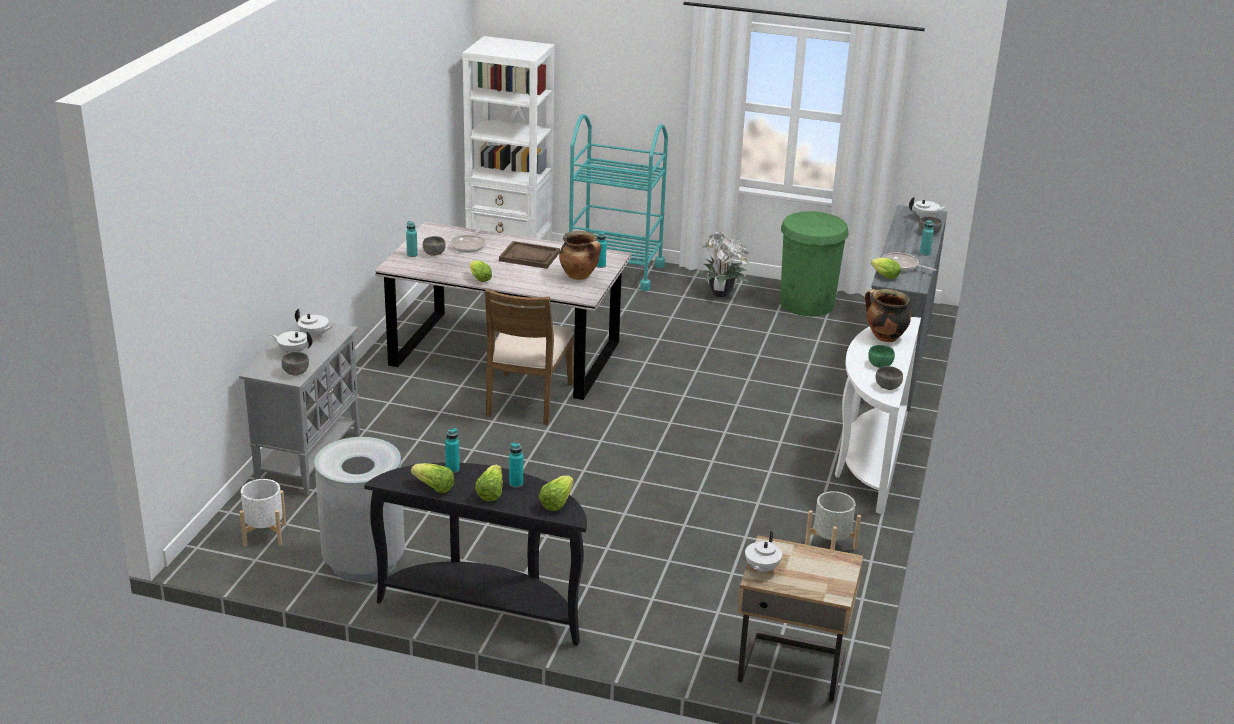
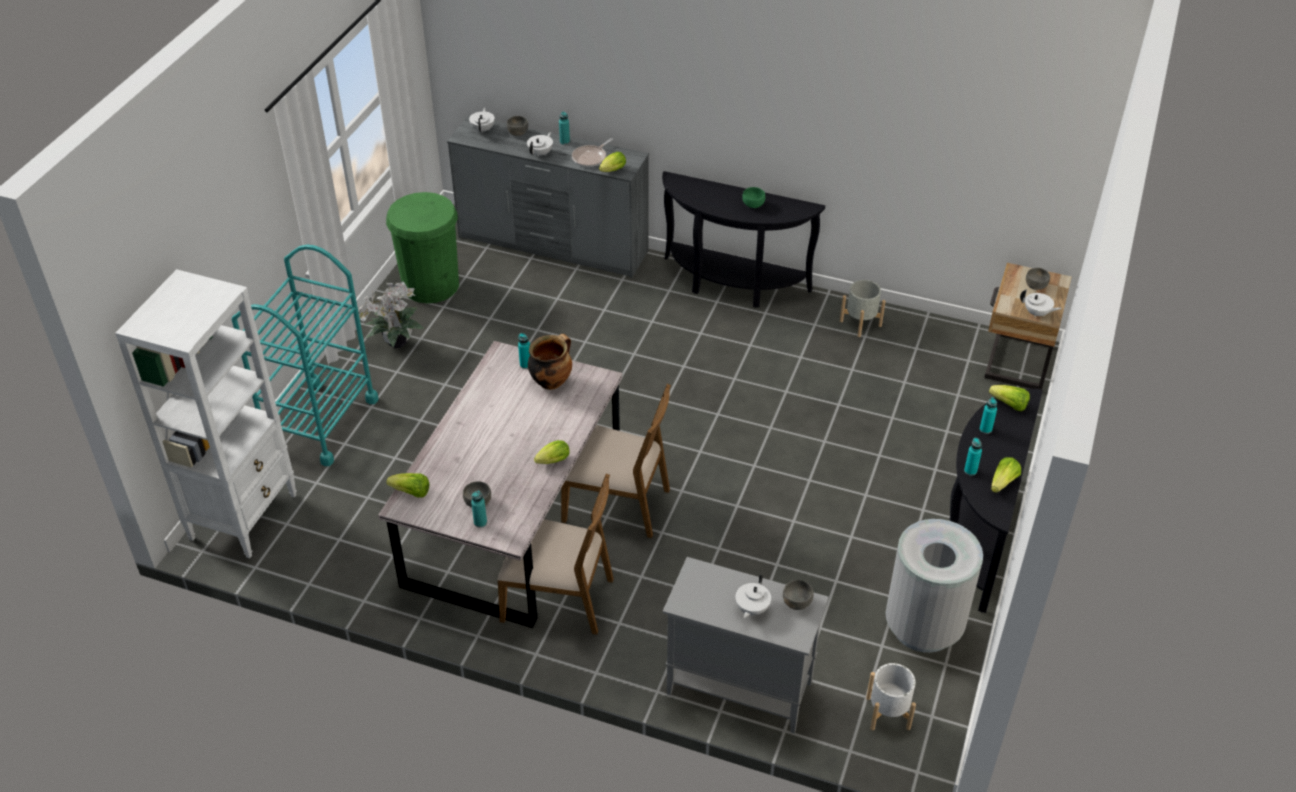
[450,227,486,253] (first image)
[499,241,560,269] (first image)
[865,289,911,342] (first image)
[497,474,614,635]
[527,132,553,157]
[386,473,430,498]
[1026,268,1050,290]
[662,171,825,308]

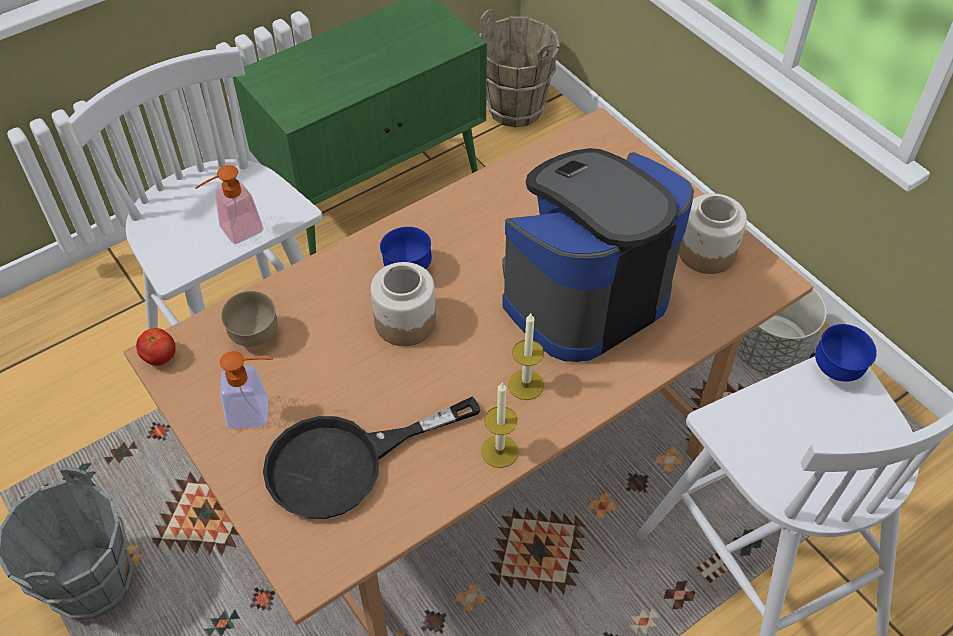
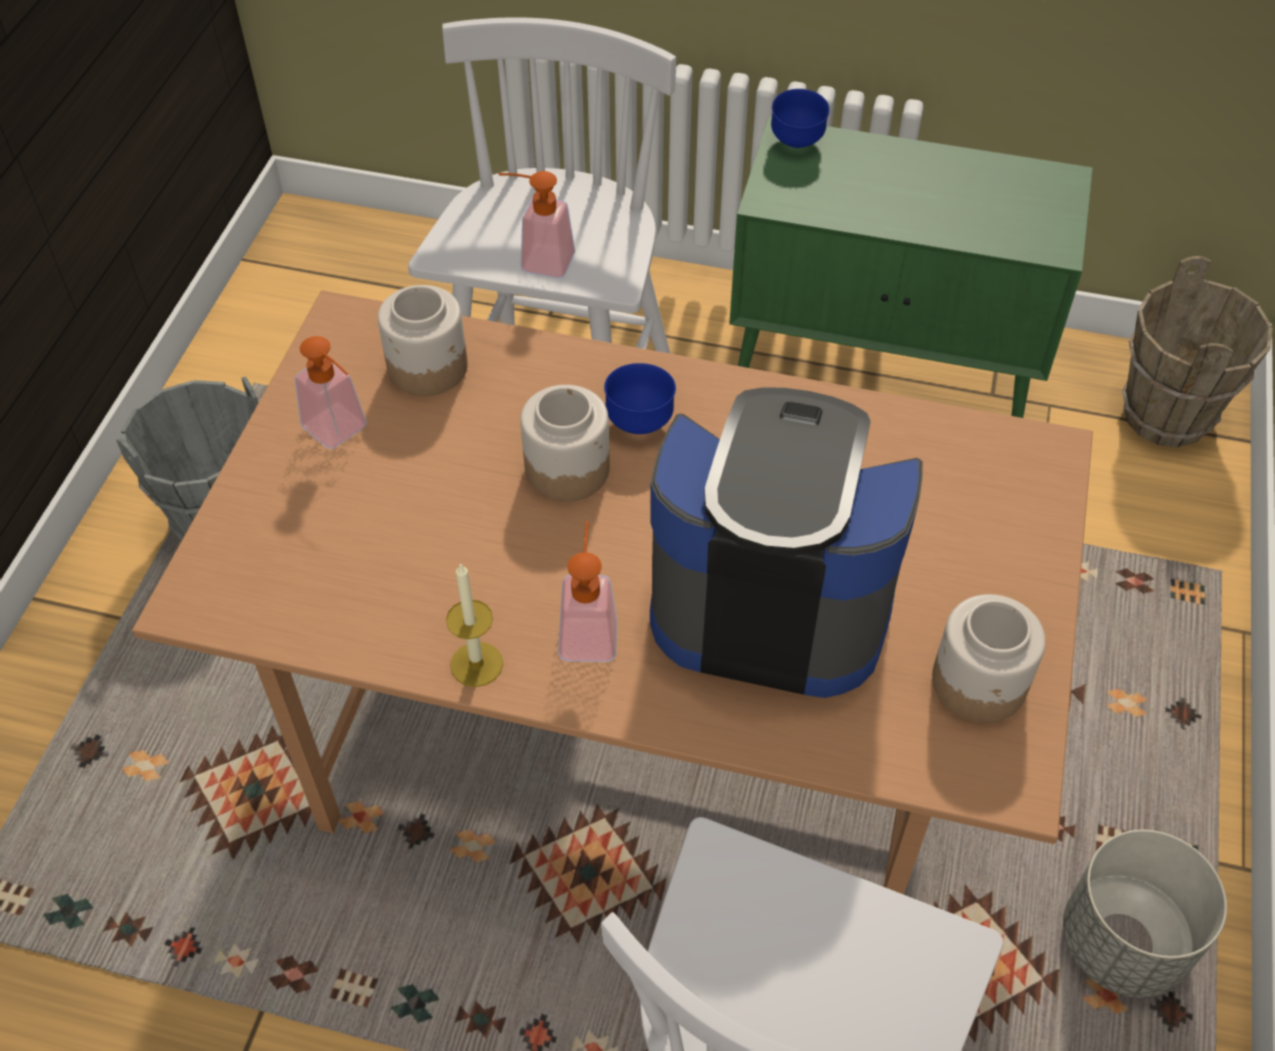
[136,328,176,366] (first image)
[263,396,481,519] (first image)
[771,89,830,148]
[378,285,468,396]
[558,521,617,662]

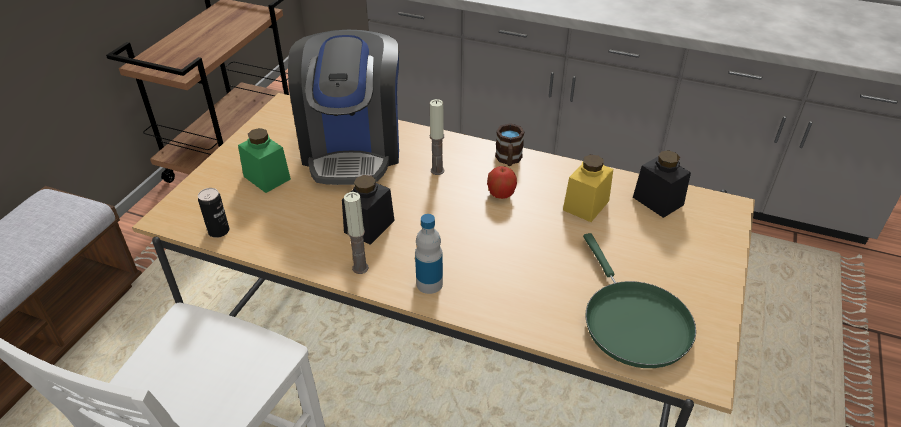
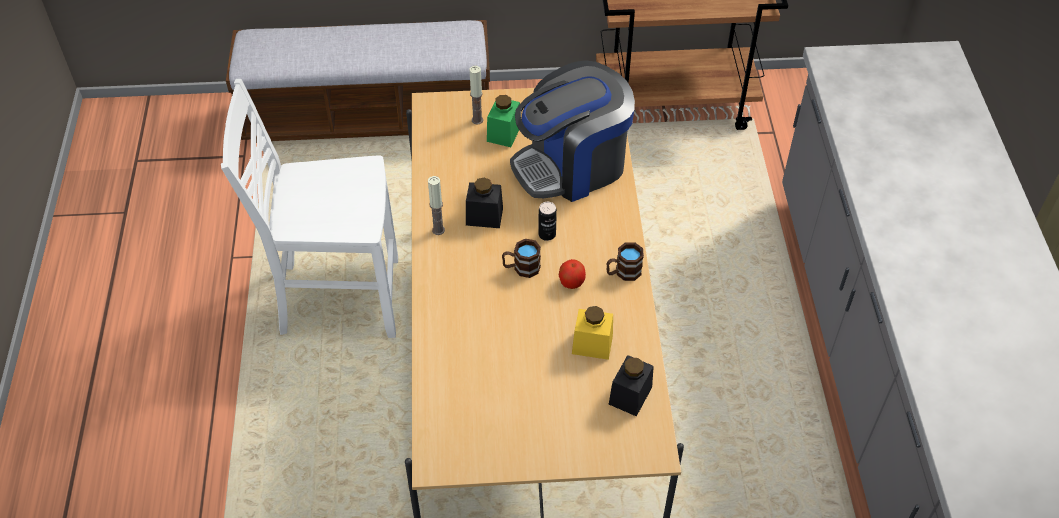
[415,214,443,294] (first image)
[583,233,696,368] (first image)
[502,239,541,278]
[538,202,557,241]
[470,66,483,124]

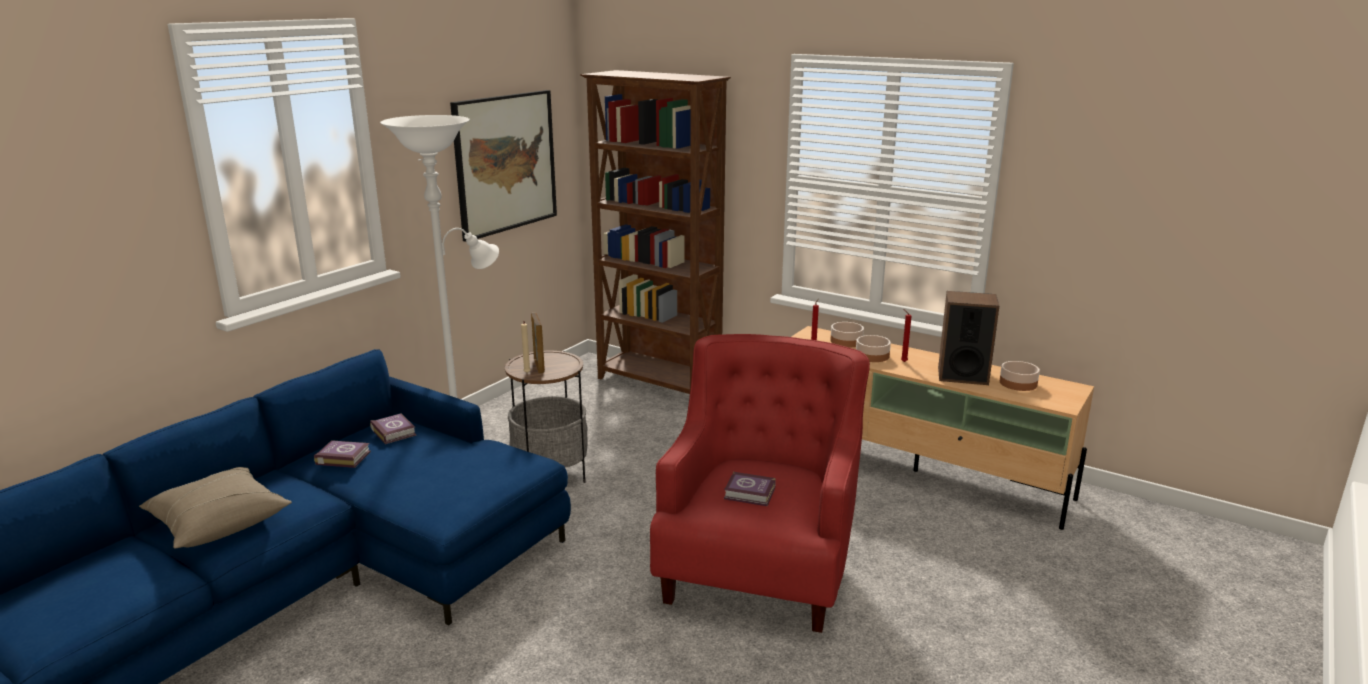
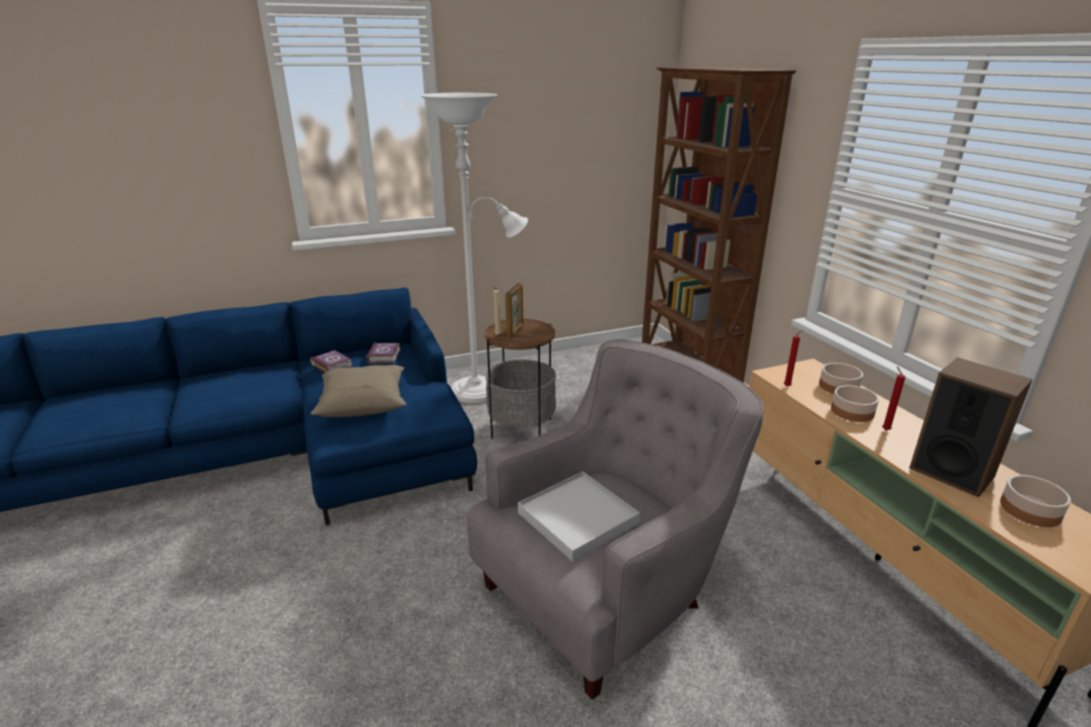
[450,90,557,242] (first image)
[310,365,406,417]
[518,472,640,562]
[467,339,763,700]

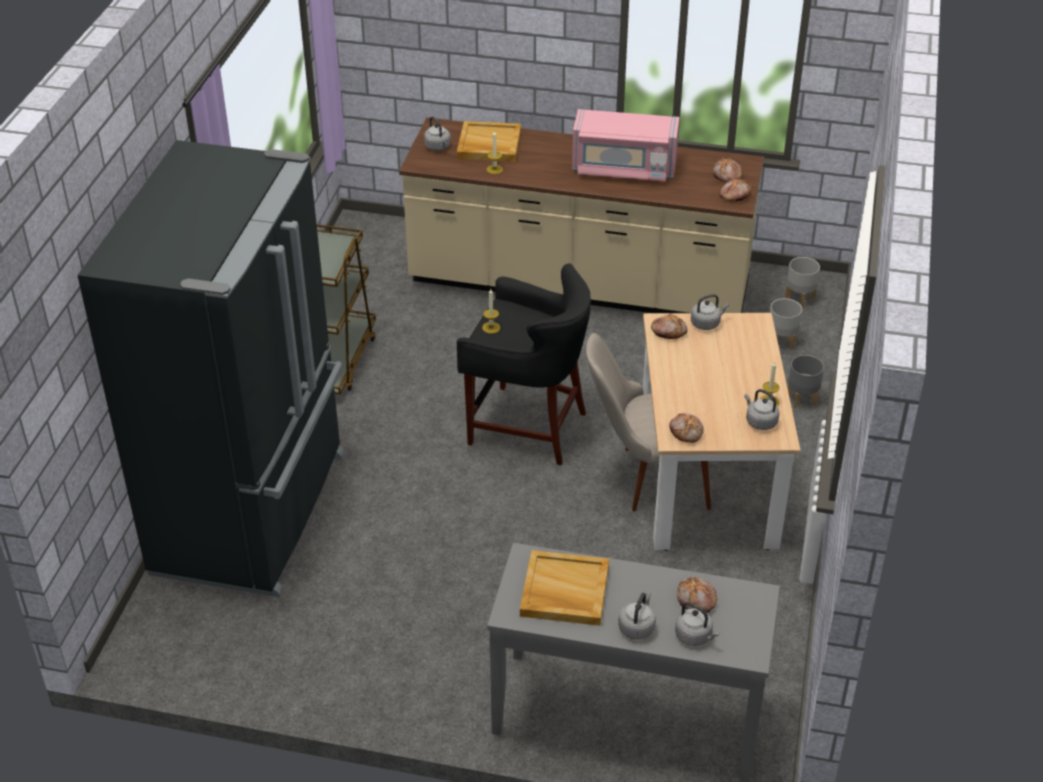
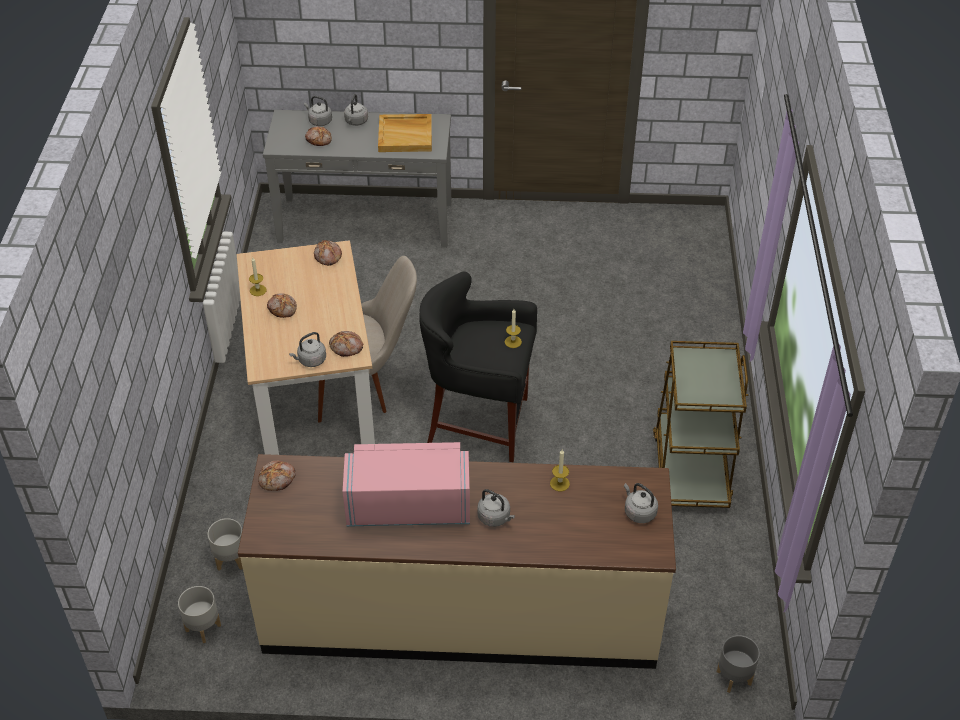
[77,140,345,597] (first image)
[457,121,521,162] (first image)
[267,293,297,318]
[477,489,515,527]
[717,635,760,693]

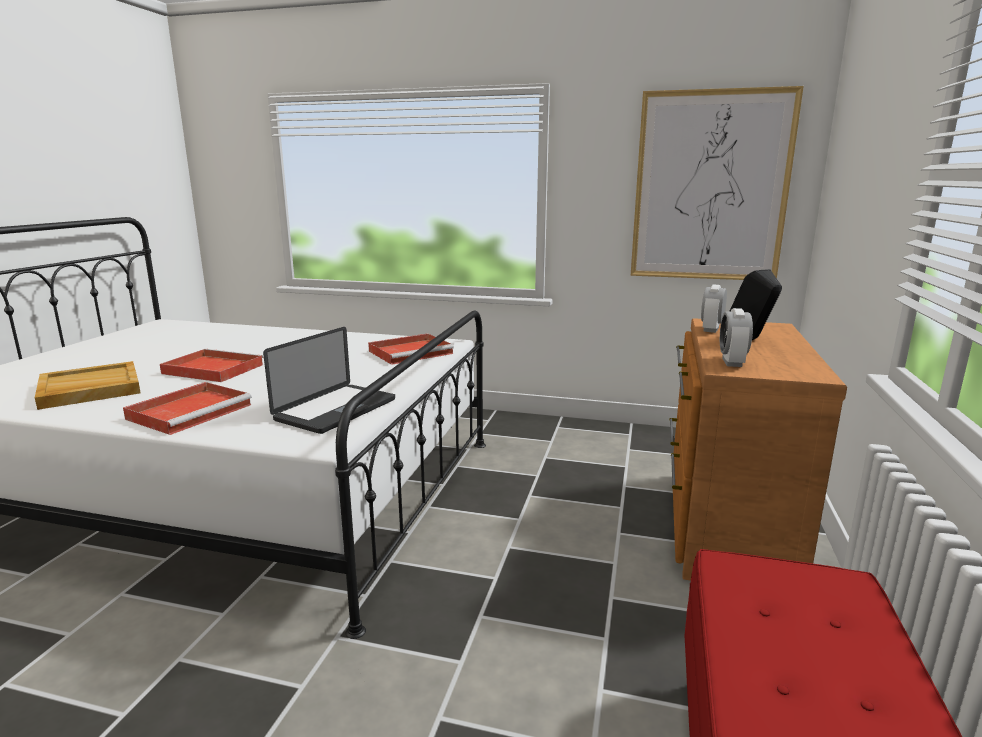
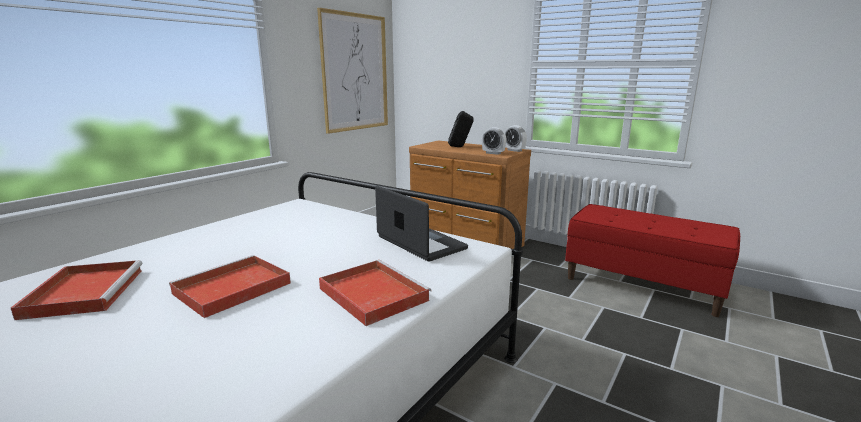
[35,361,141,410] (first image)
[11,260,143,320]
[505,125,527,152]

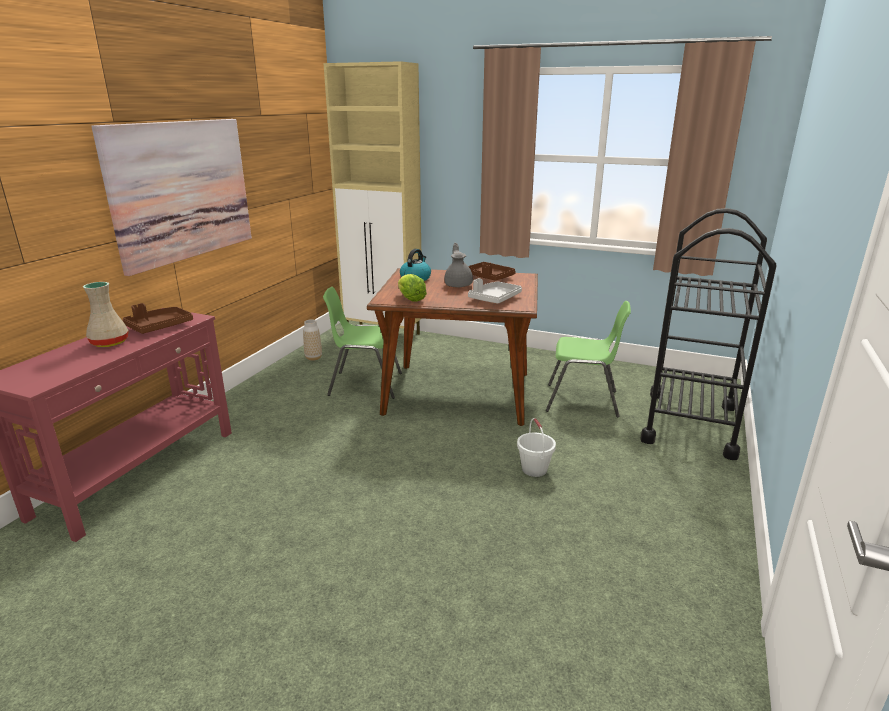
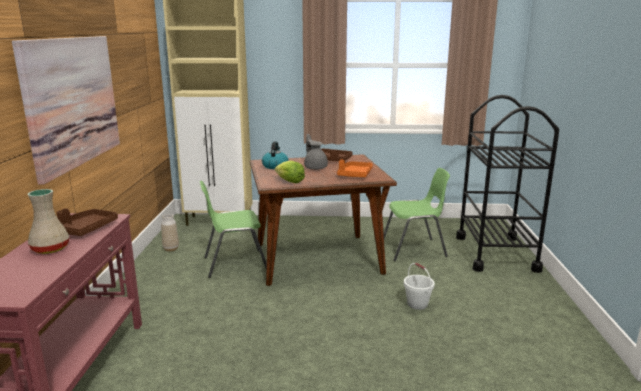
[337,160,373,177]

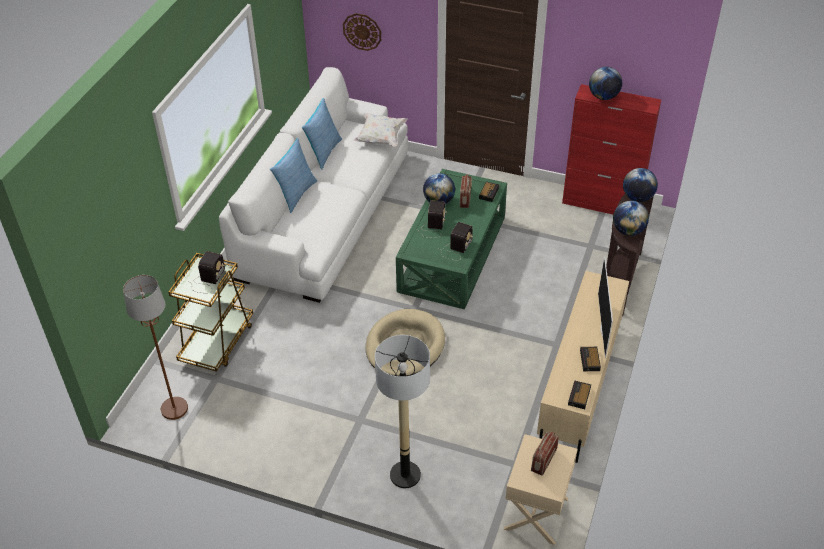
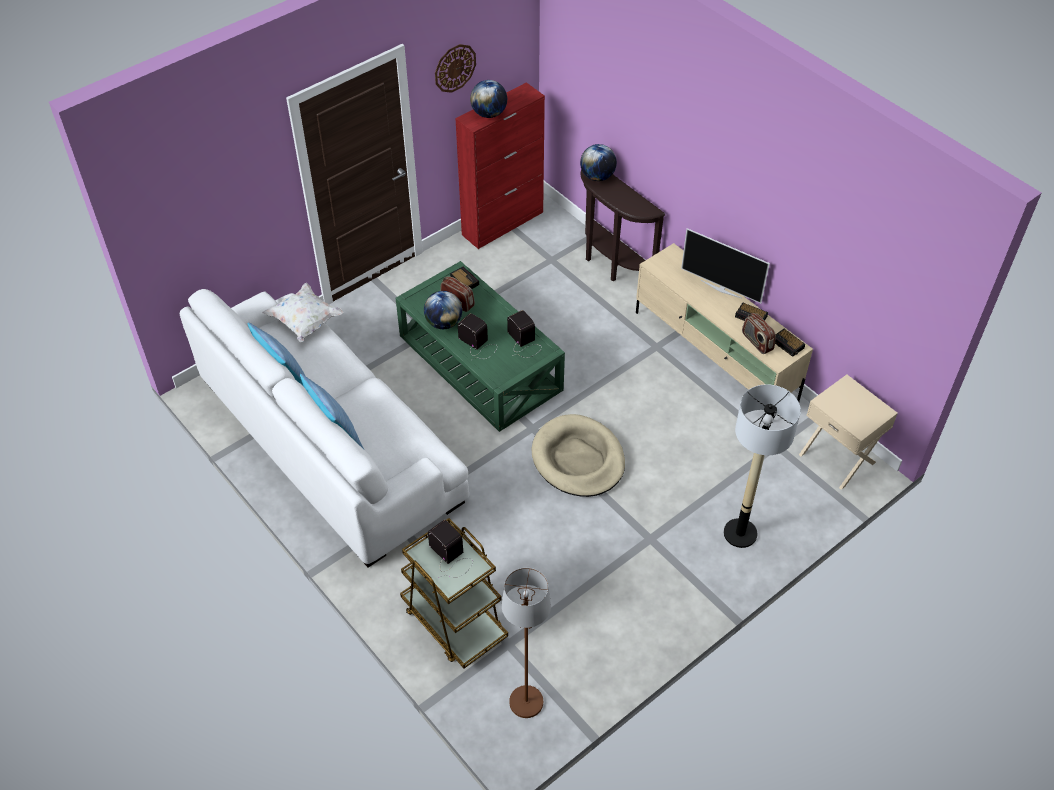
[613,201,649,236] (first image)
[435,44,476,93]
[742,313,776,354]

